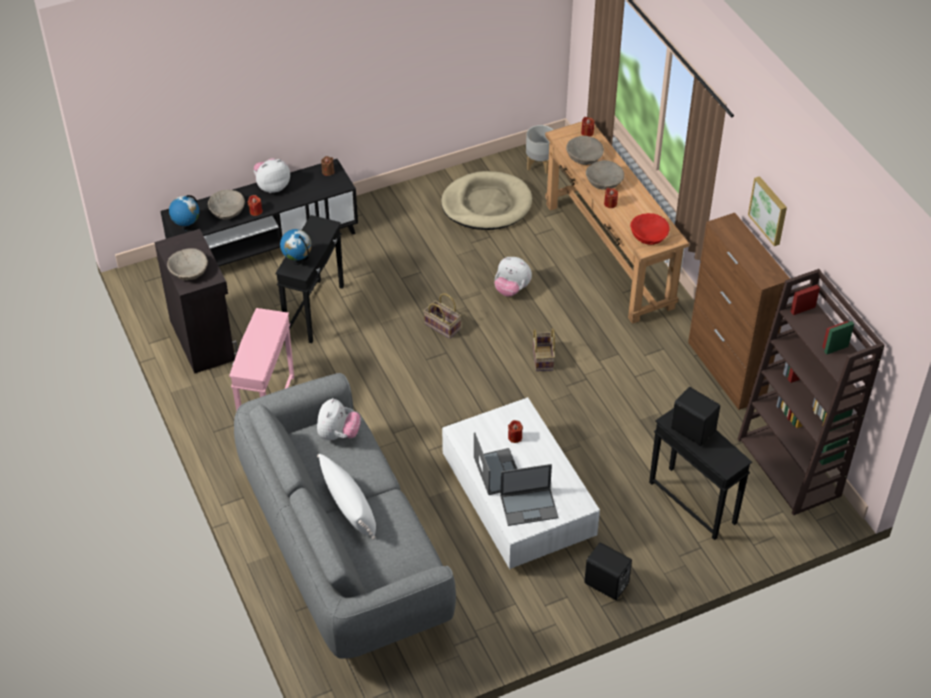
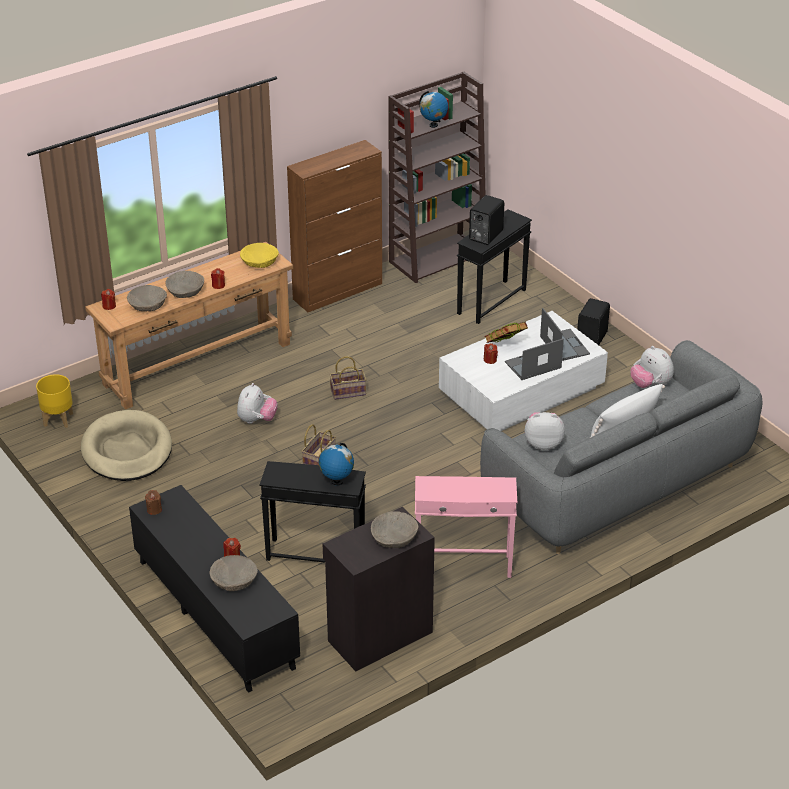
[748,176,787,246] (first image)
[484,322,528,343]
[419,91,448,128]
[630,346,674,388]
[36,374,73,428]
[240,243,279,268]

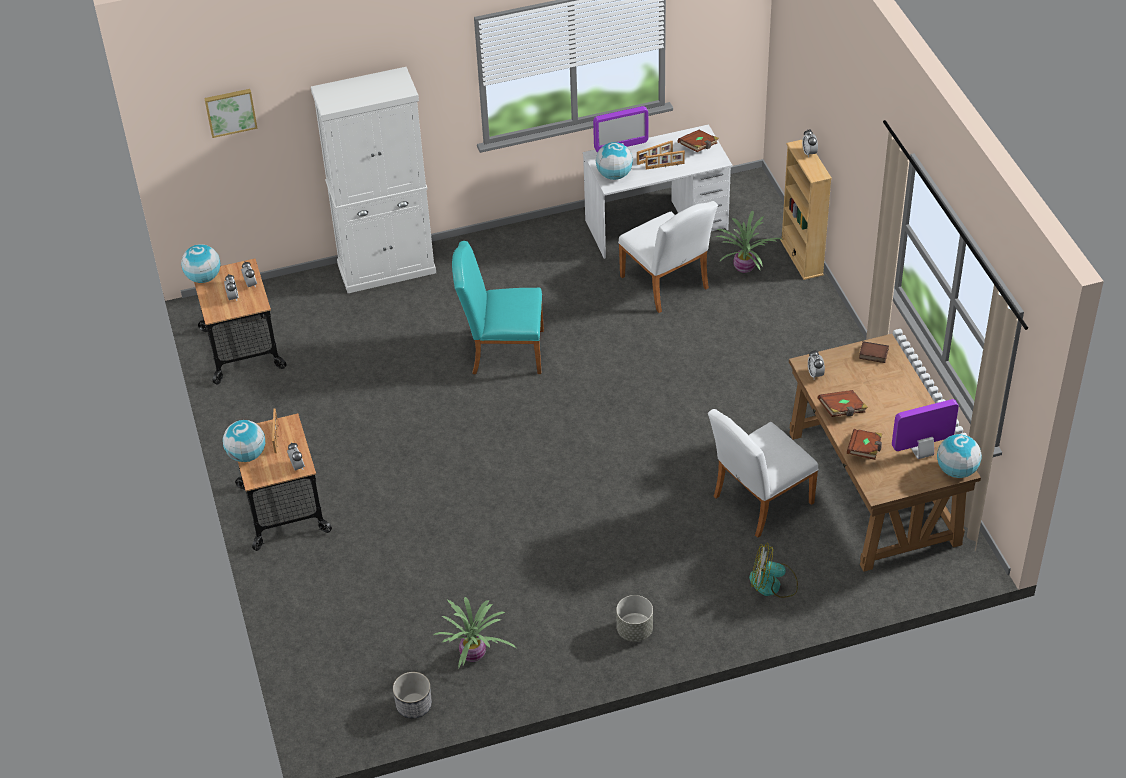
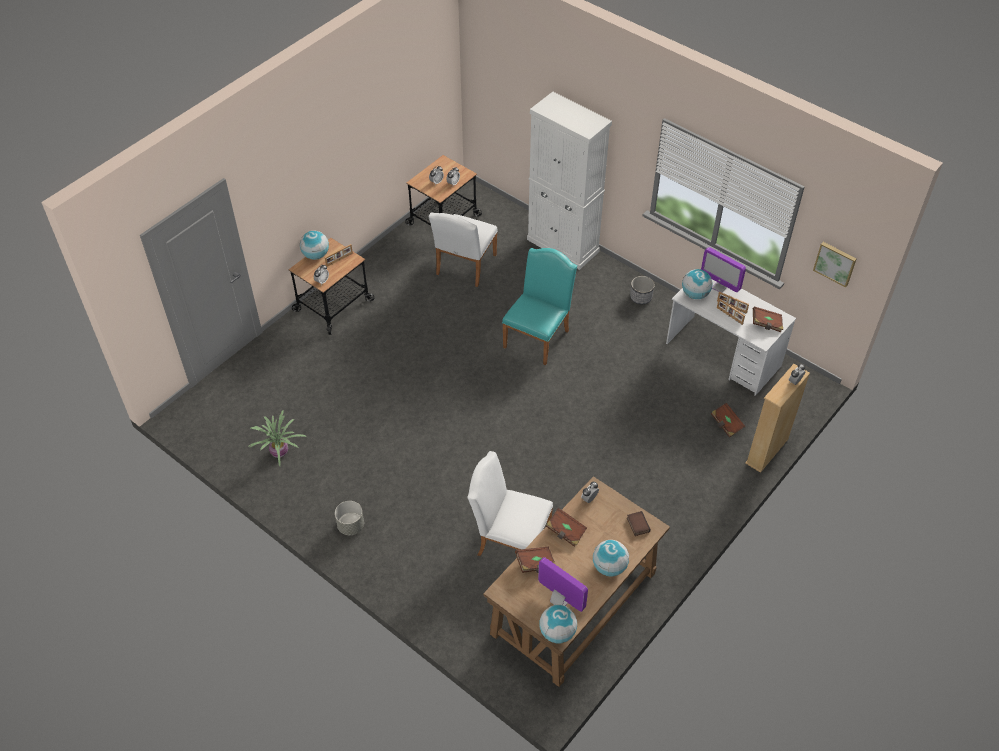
[749,543,798,598] (first image)
[593,540,629,577]
[813,242,857,287]
[630,276,655,304]
[429,212,498,287]
[711,403,745,438]
[502,248,577,365]

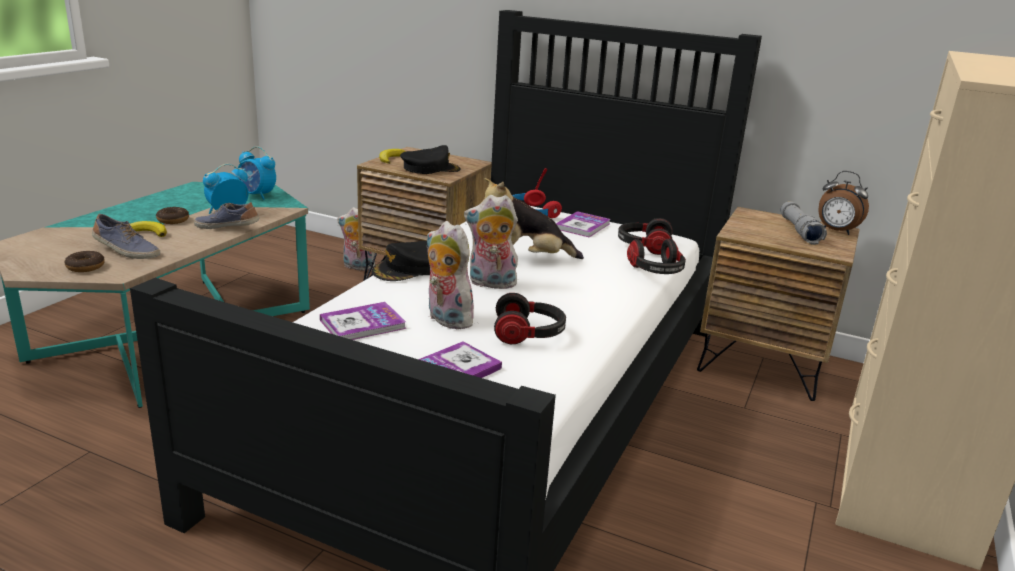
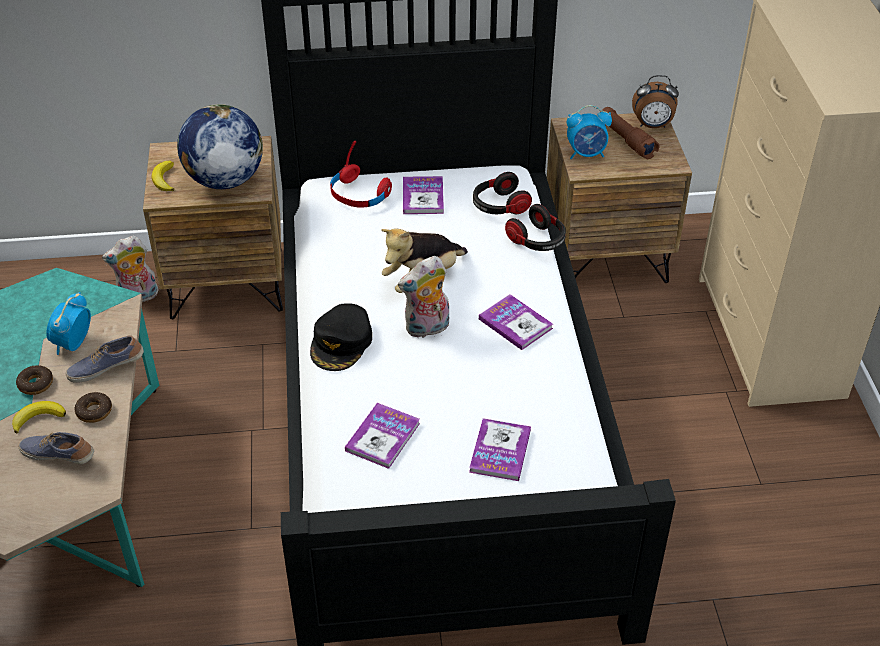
[426,221,478,329] (first image)
[494,293,566,344] (first image)
[479,294,553,350]
[75,392,112,423]
[567,105,612,159]
[177,104,263,189]
[602,107,659,159]
[18,432,94,464]

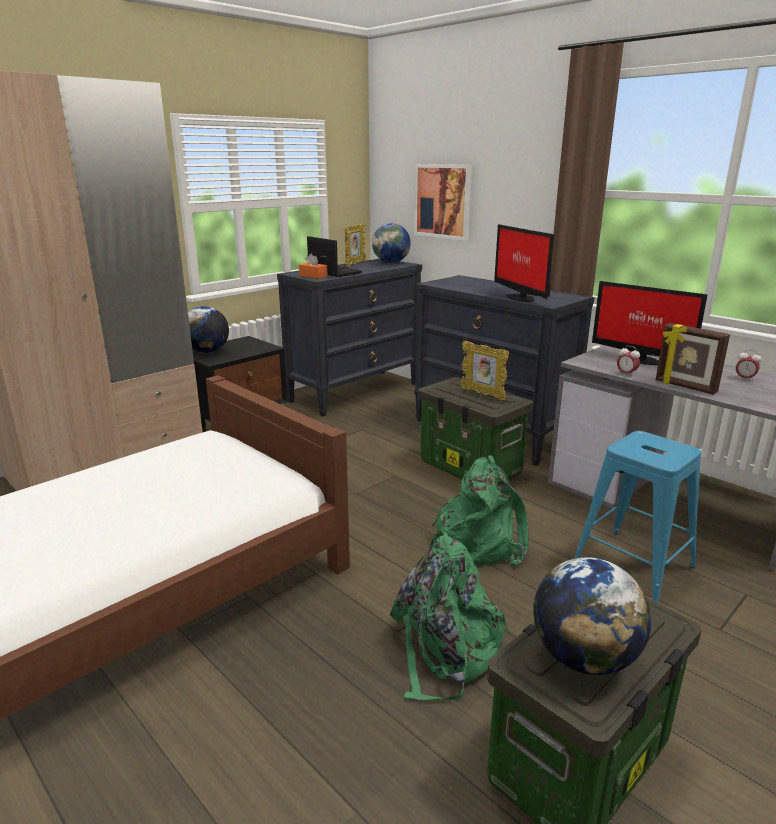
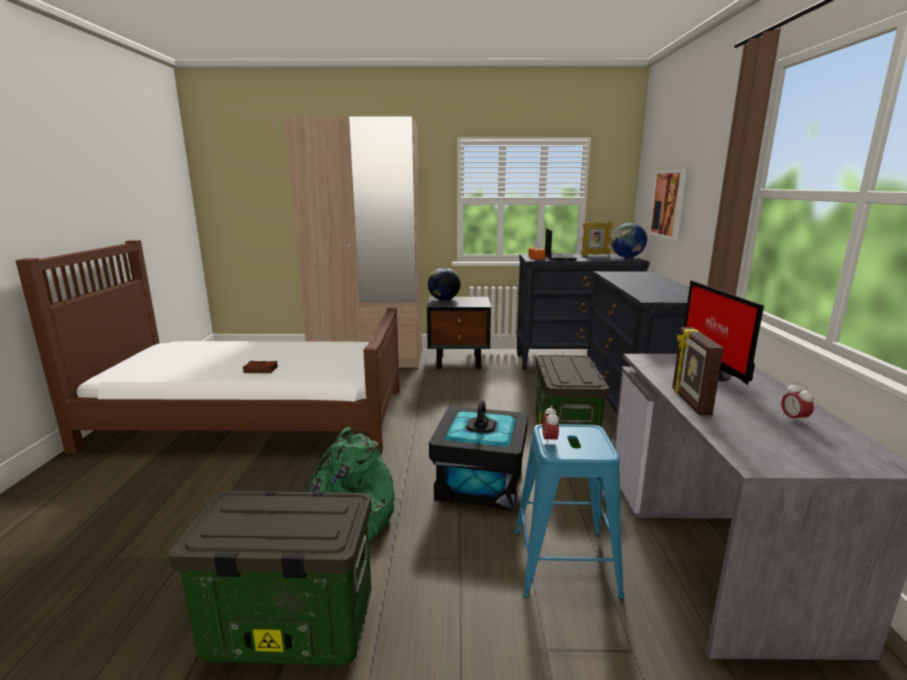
[460,341,509,400] (first image)
[494,224,554,302] (first image)
[533,557,651,675] (first image)
[243,361,278,373]
[542,406,559,444]
[429,401,528,511]

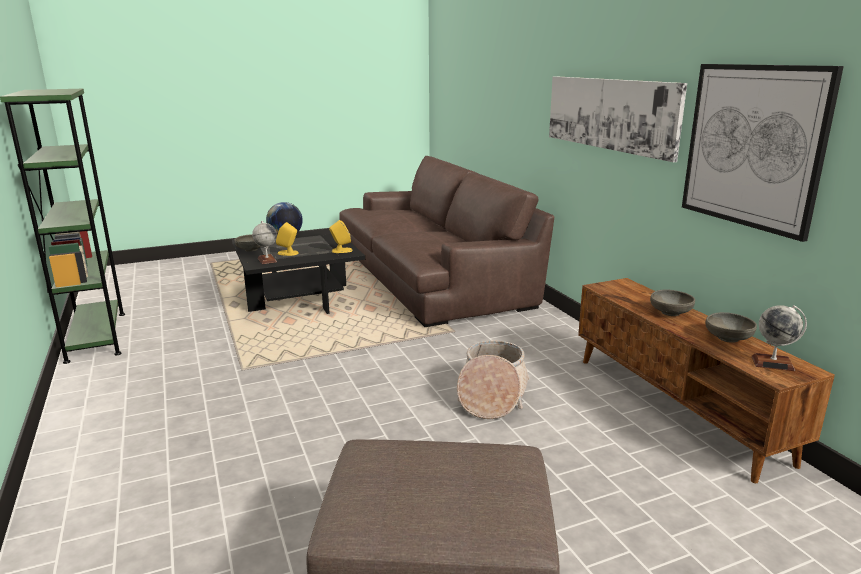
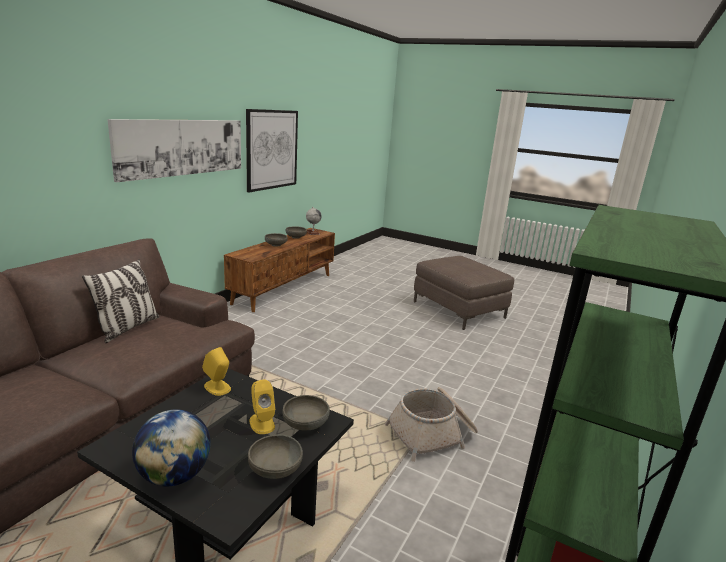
[82,259,160,343]
[385,387,478,462]
[283,395,330,430]

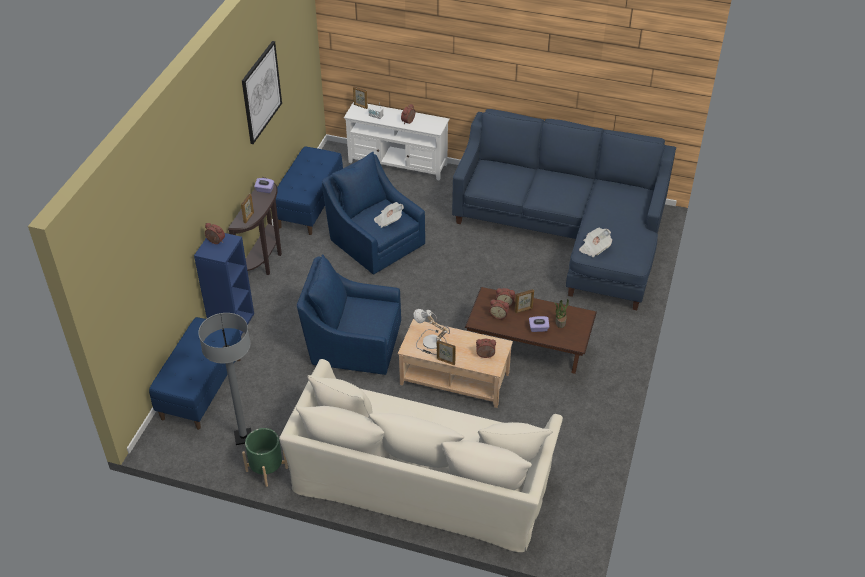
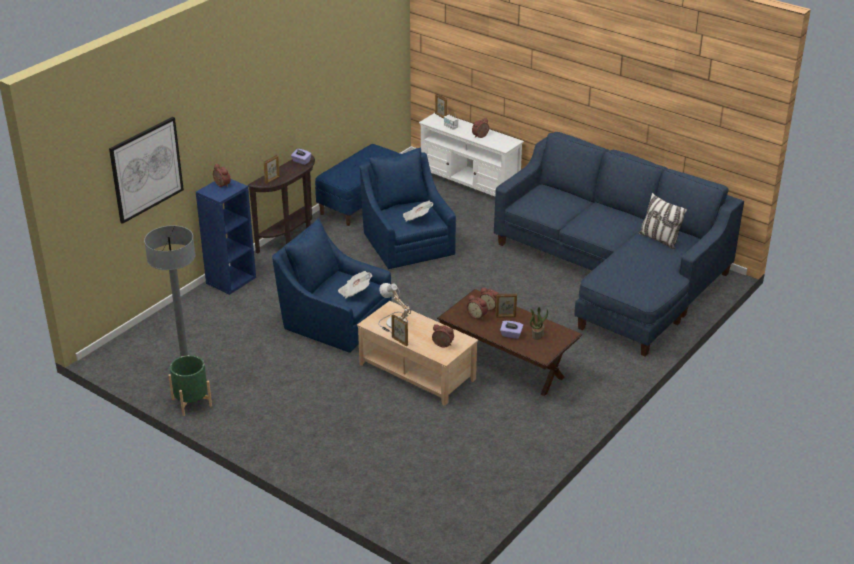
[149,317,241,430] (first image)
[279,359,563,552] (first image)
[638,193,688,250]
[109,117,184,224]
[338,271,372,298]

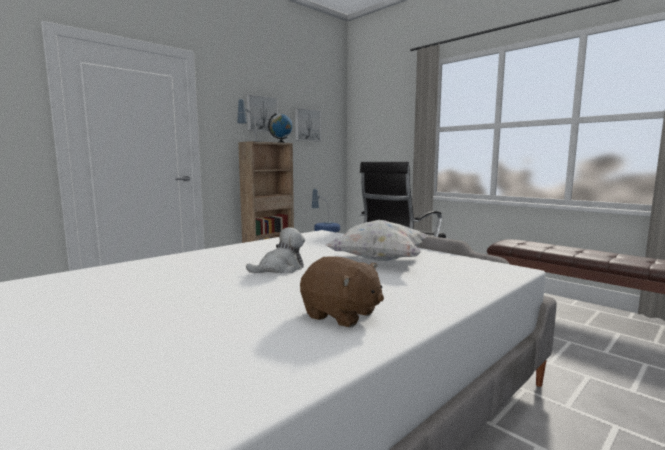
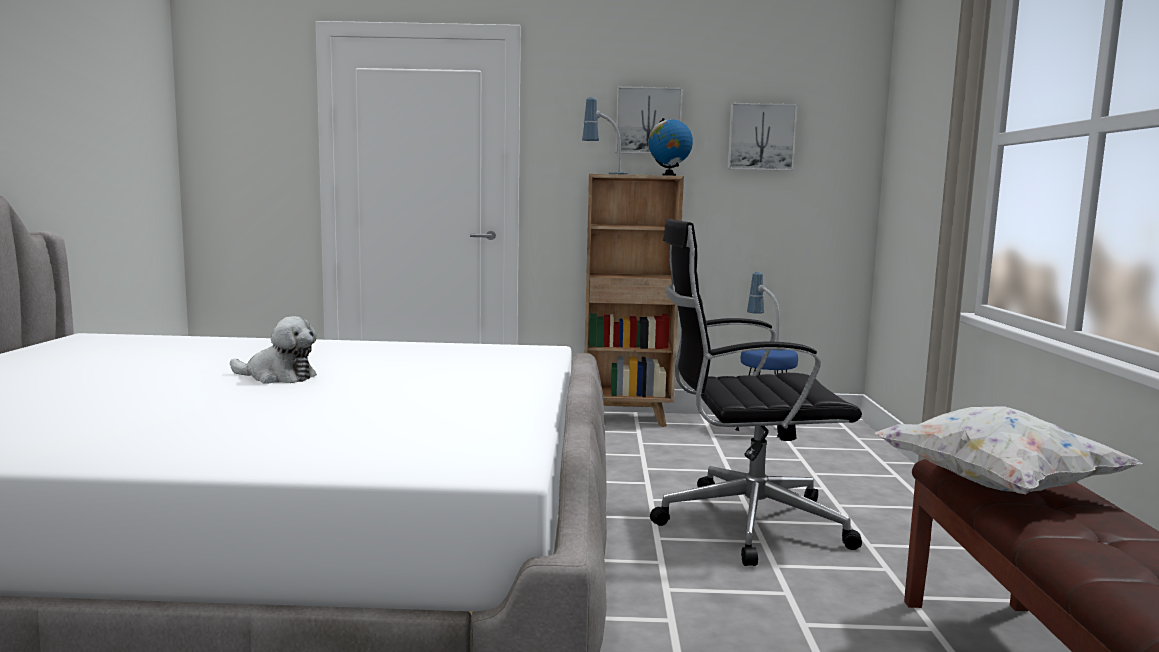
[300,256,384,327] (first image)
[875,406,1143,494]

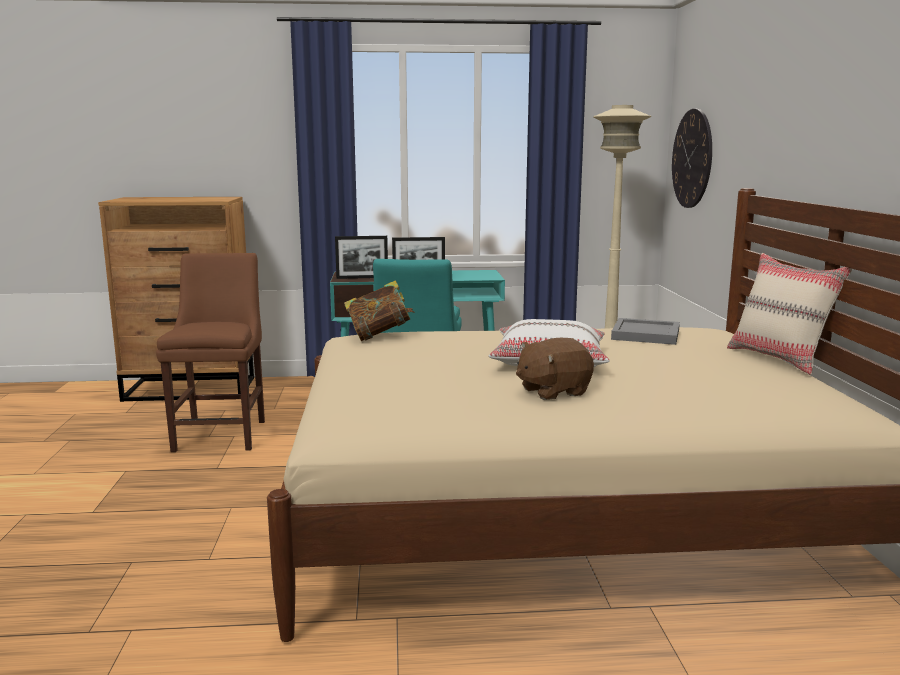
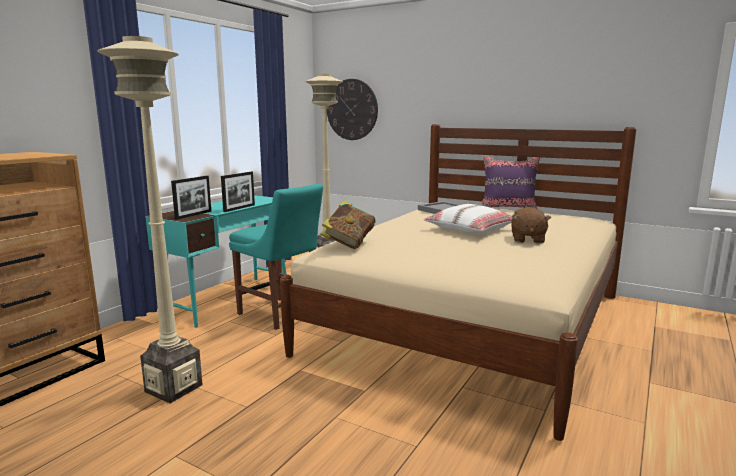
[97,36,203,403]
[481,156,540,209]

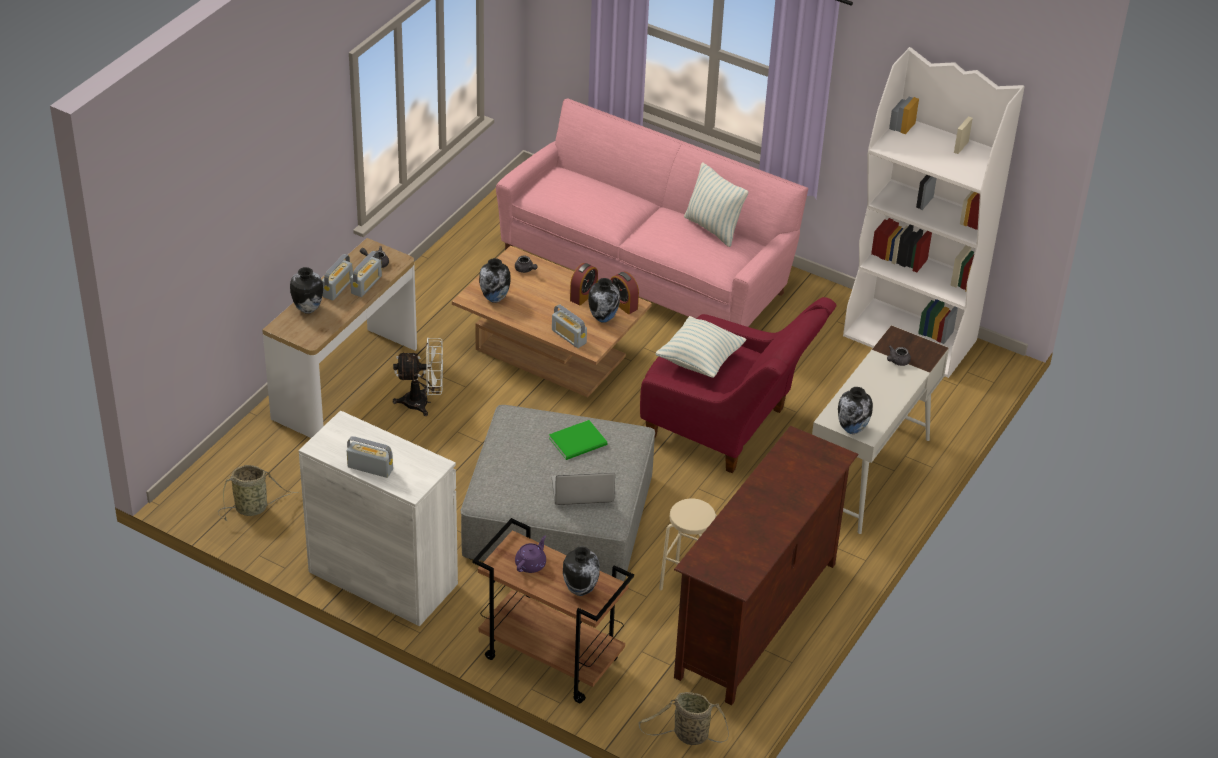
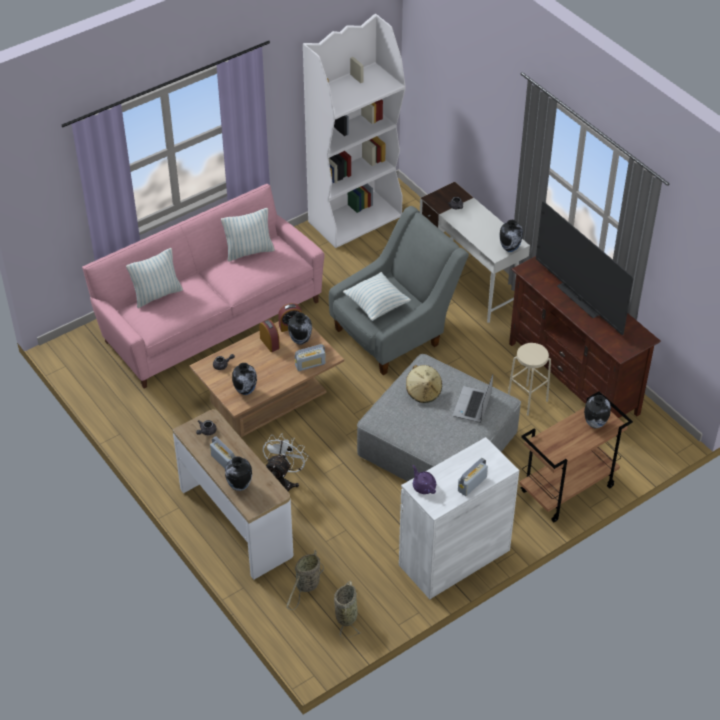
[350,251,382,297] (first image)
[126,248,183,308]
[536,201,634,335]
[413,465,436,494]
[286,550,324,610]
[406,365,442,403]
[329,206,469,375]

